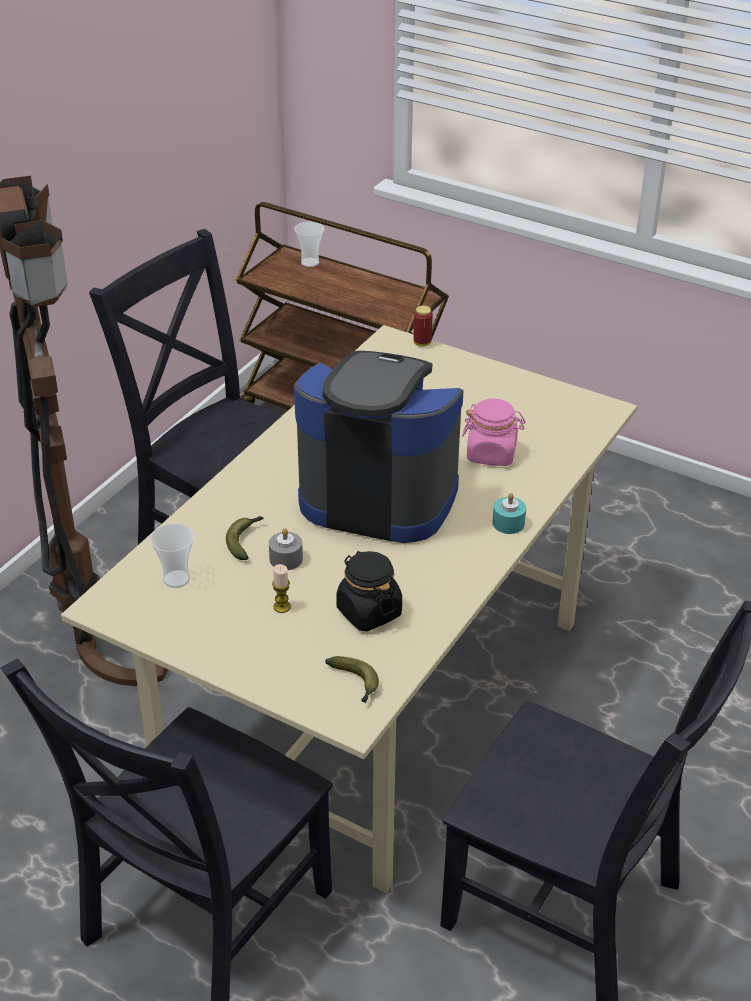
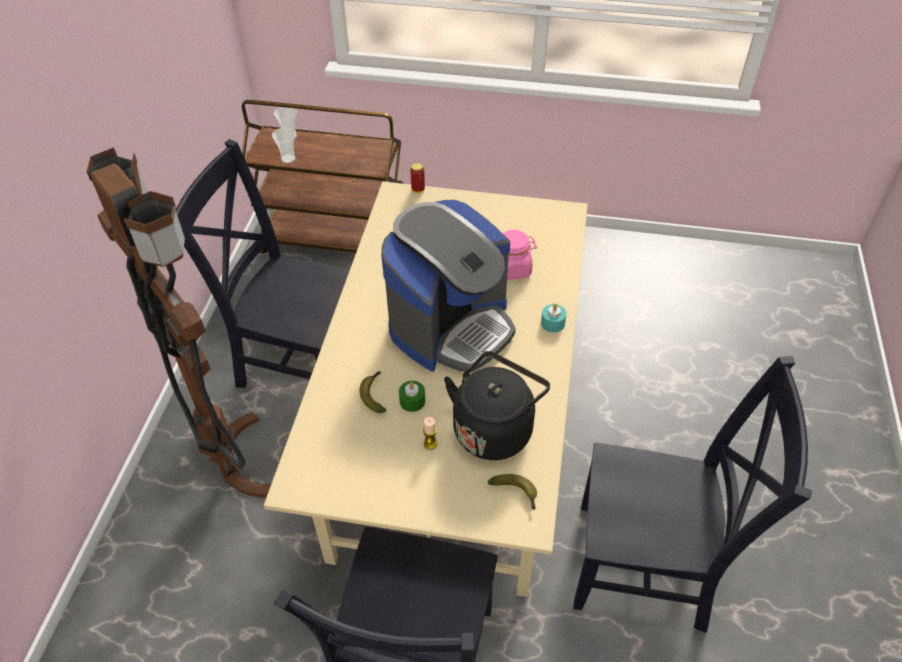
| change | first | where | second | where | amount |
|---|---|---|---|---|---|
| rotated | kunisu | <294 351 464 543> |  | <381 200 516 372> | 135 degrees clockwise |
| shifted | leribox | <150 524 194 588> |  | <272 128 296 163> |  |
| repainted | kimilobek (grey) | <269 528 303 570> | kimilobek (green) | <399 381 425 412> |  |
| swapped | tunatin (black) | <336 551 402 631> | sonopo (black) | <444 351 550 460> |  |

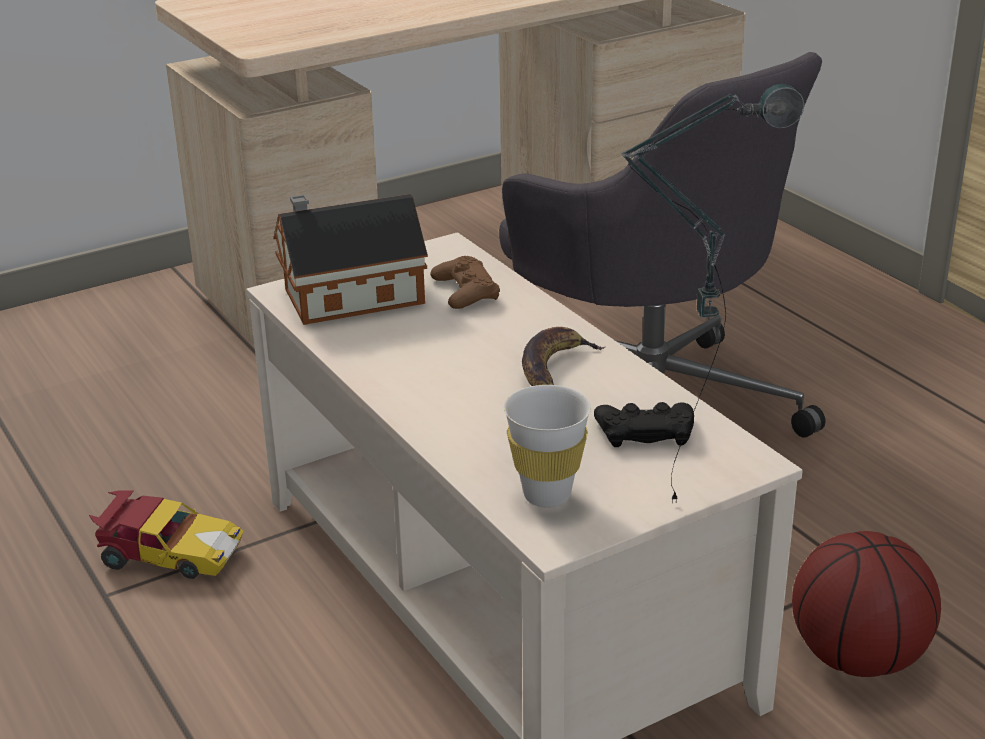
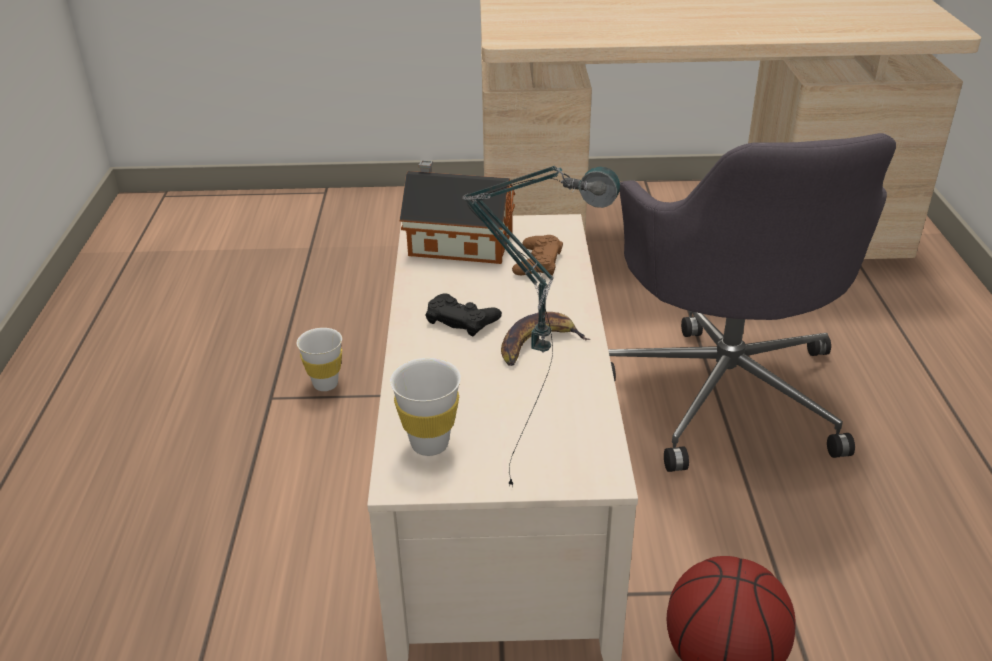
| change | first | where | second | where | amount |
|---|---|---|---|---|---|
| shifted | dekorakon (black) | <594 402 694 447> |  | <425 293 502 336> |  |
| swapped | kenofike | <89 491 243 579> | leribox (white) | <297 328 342 391> |  |

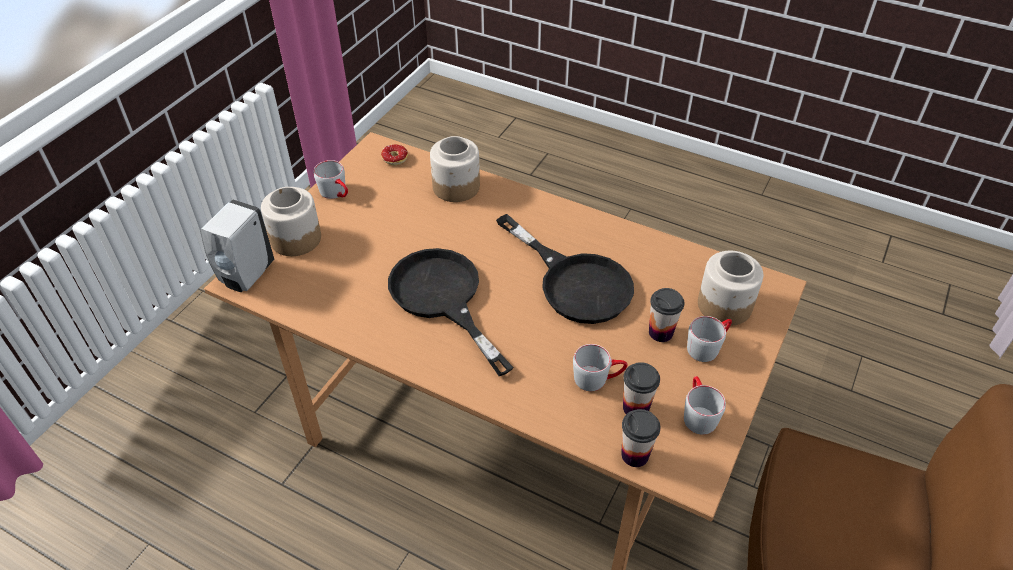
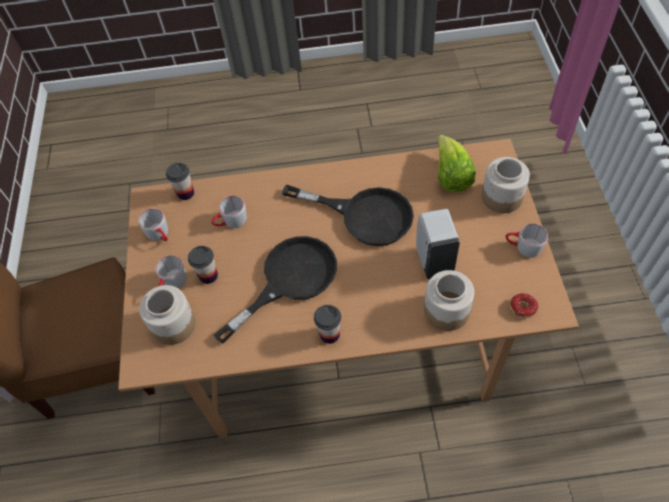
| change | first | where | second | where | amount |
|---|---|---|---|---|---|
| shifted | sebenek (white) | <200 200 274 292> |  | <416 209 460 279> |  |
| rotated | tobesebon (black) | <496 214 634 324> |  | <214 236 337 343> | 120 degrees clockwise |
| shifted | leribox | <623 362 660 414> |  | <314 305 341 344> |  |
| new |  |  | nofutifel | <437 135 476 192> |  |

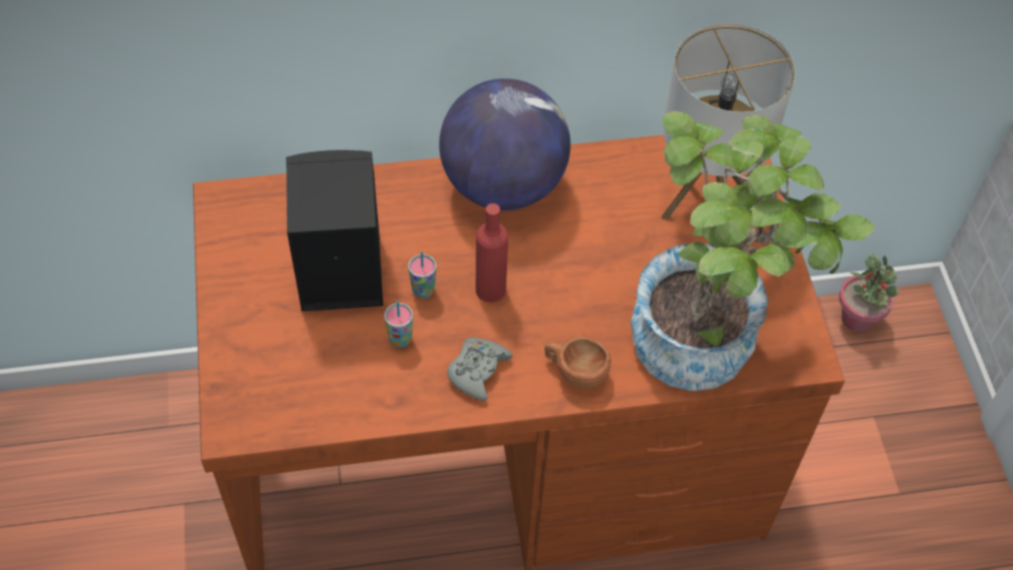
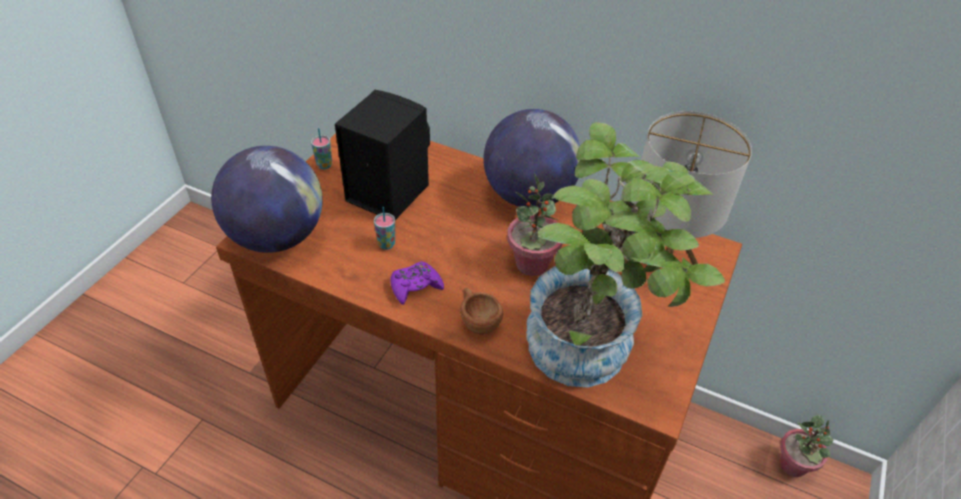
| change | first | where | second | where | amount |
|---|---|---|---|---|---|
| gone | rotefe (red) | <476 203 508 302> |  |  |  |
| shifted | leribox | <408 251 436 299> |  | <311 128 332 169> |  |
| repainted | dekorakon (grey) | <447 338 513 401> | dekorakon (purple) | <391 261 444 305> |  |
| new |  |  | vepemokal | <211 146 323 253> |  |
| new |  |  | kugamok | <507 174 563 276> |  |

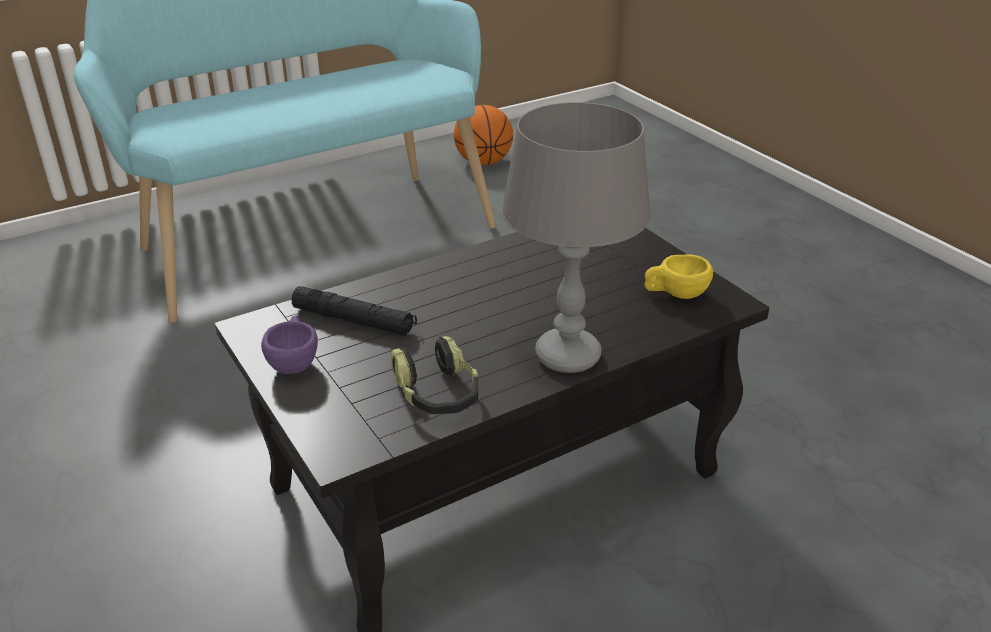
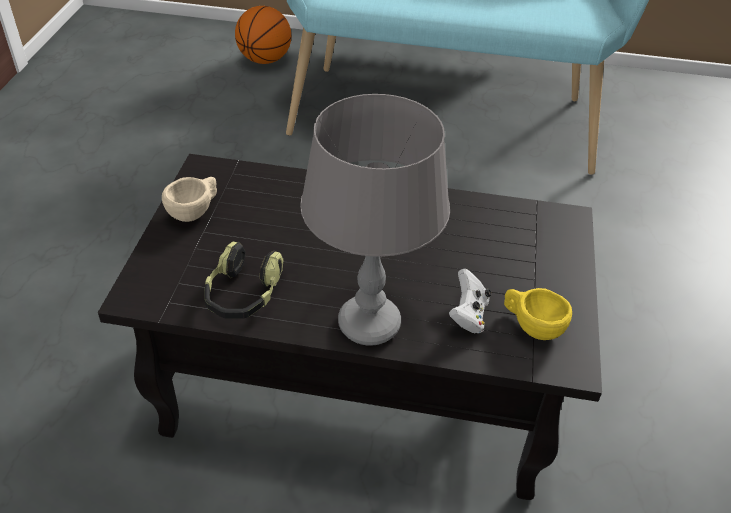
| change | first | where | second | where | amount |
|---|---|---|---|---|---|
| shifted | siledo | <454 105 513 165> |  | <235 6 291 64> |  |
| gone | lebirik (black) | <292 286 417 336> |  |  |  |
| repainted | leribox (purple) | <261 315 318 374> | leribox (beige) | <162 177 217 222> |  |
| new |  |  | dekorakon (white) | <449 269 491 333> |  |

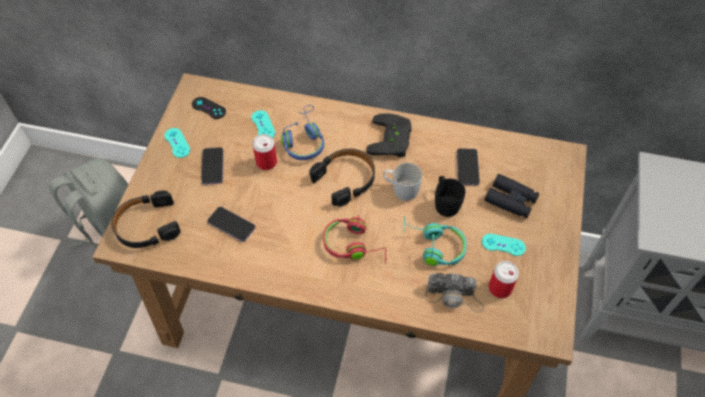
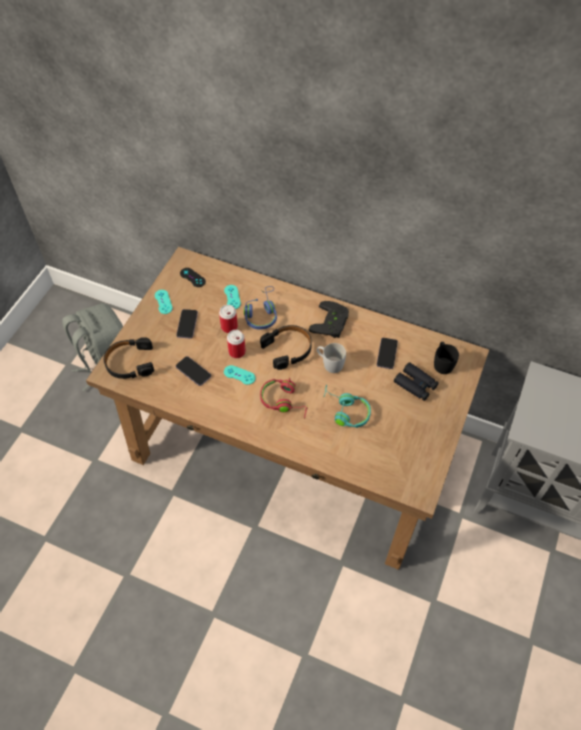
| change | first | where | second | where | amount |
|---|---|---|---|---|---|
| shifted | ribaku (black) | <435 176 465 217> |  | <434 342 459 374> |  |
| shifted | dekorakon (turquoise) | <482 234 526 256> |  | <224 365 255 385> |  |
| shifted | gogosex | <489 261 519 298> |  | <227 330 246 358> |  |
| gone | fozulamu | <425 273 484 313> |  |  |  |

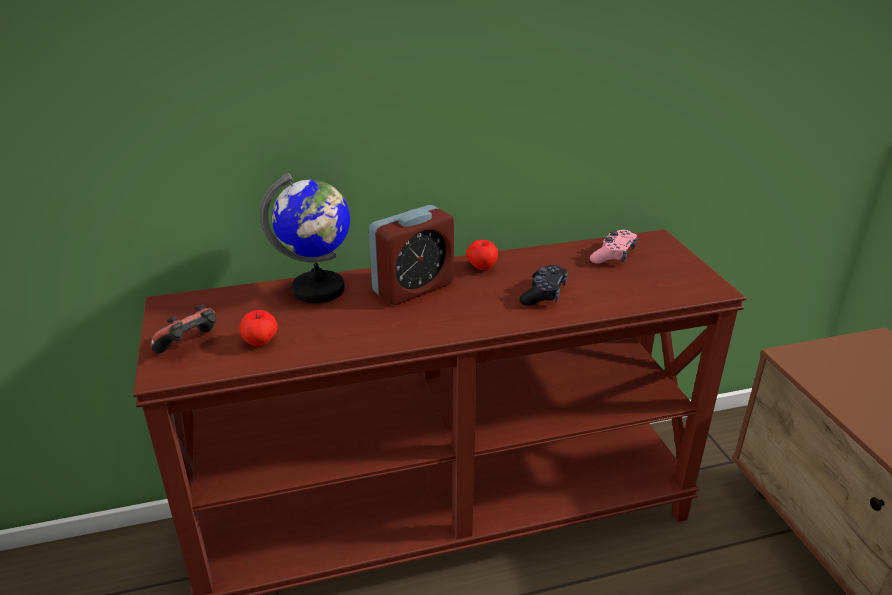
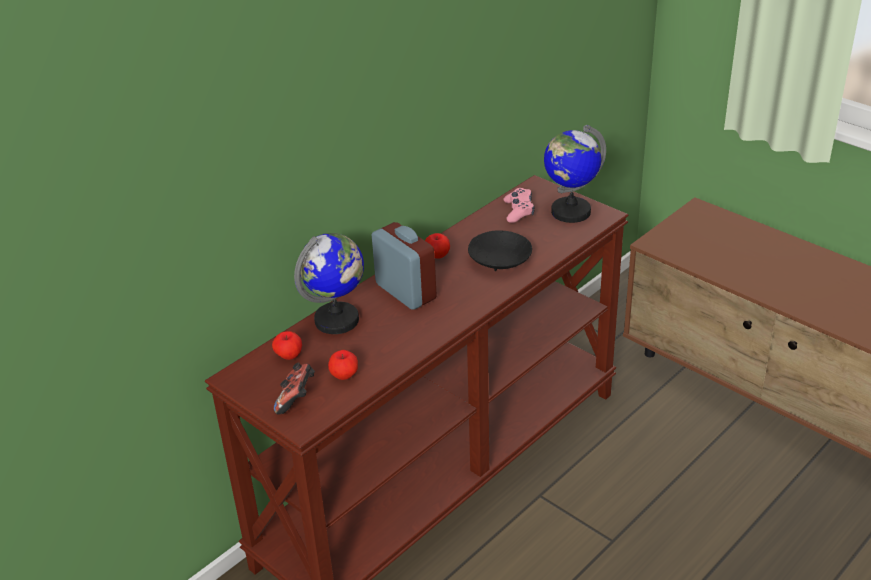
| change | first | where | second | where | amount |
|---|---|---|---|---|---|
| rotated | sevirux | <369 205 454 305> |  | <372 222 437 310> | 60 degrees counterclockwise |
| swapped | dekorakon (black) | <519 265 568 306> | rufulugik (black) | <468 230 532 271> |  |
| new |  |  | vepemokal | <544 125 606 223> |  |
| new |  |  | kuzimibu | <272 331 302 360> |  |

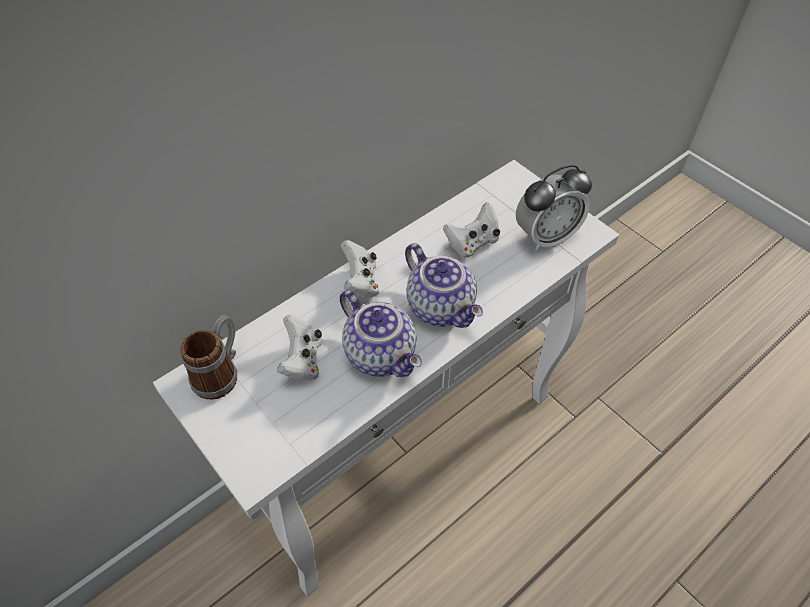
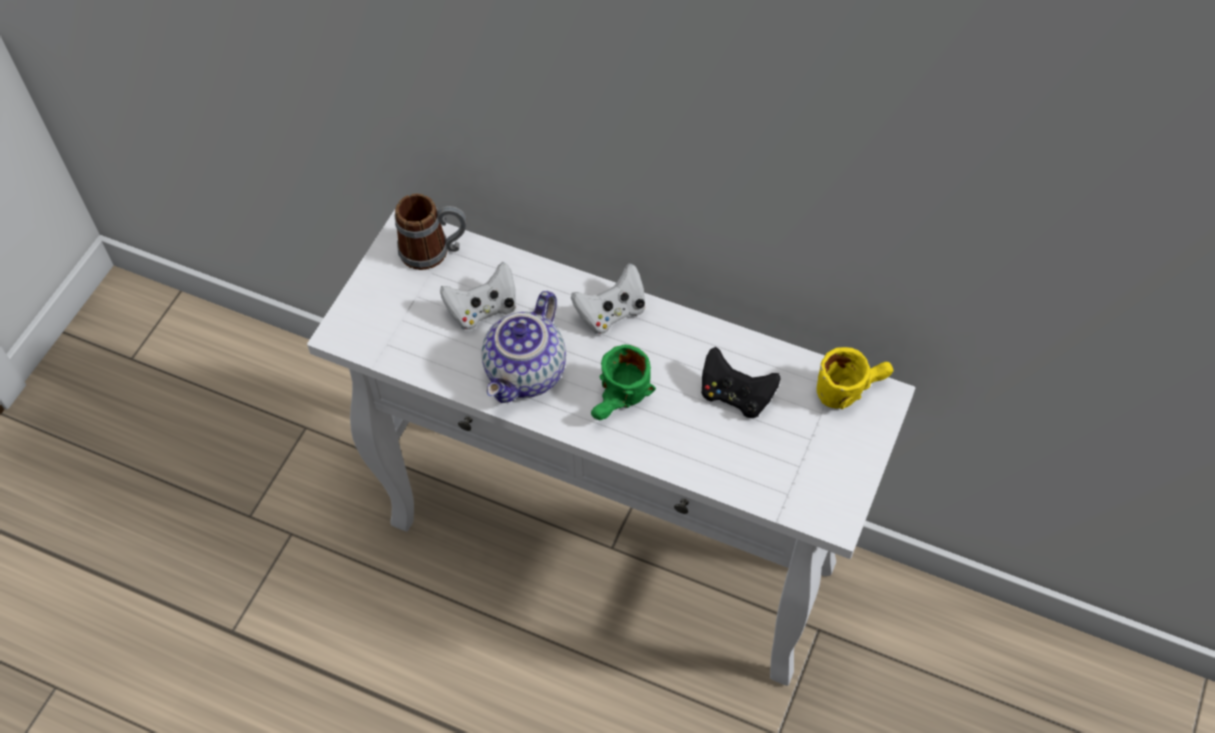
| change | first | where | second | where | amount |
|---|---|---|---|---|---|
| gone | sevirux | <516 165 592 251> |  |  |  |
| repainted | dekorakon (white) | <443 202 500 258> | dekorakon (black) | <701 347 781 418> |  |
| swapped | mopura | <405 243 483 328> | ribaku (green) | <591 345 656 420> |  |
| new |  |  | ribaku (yellow) | <817 347 893 409> |  |

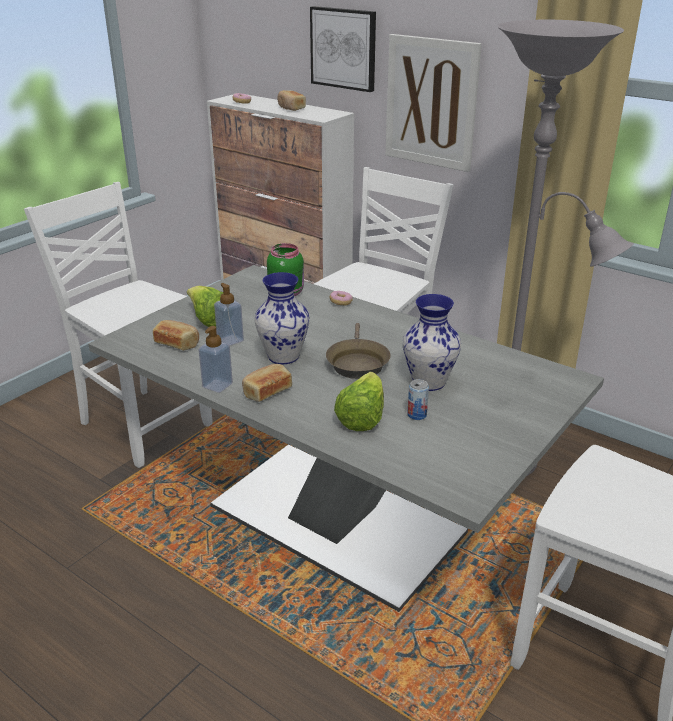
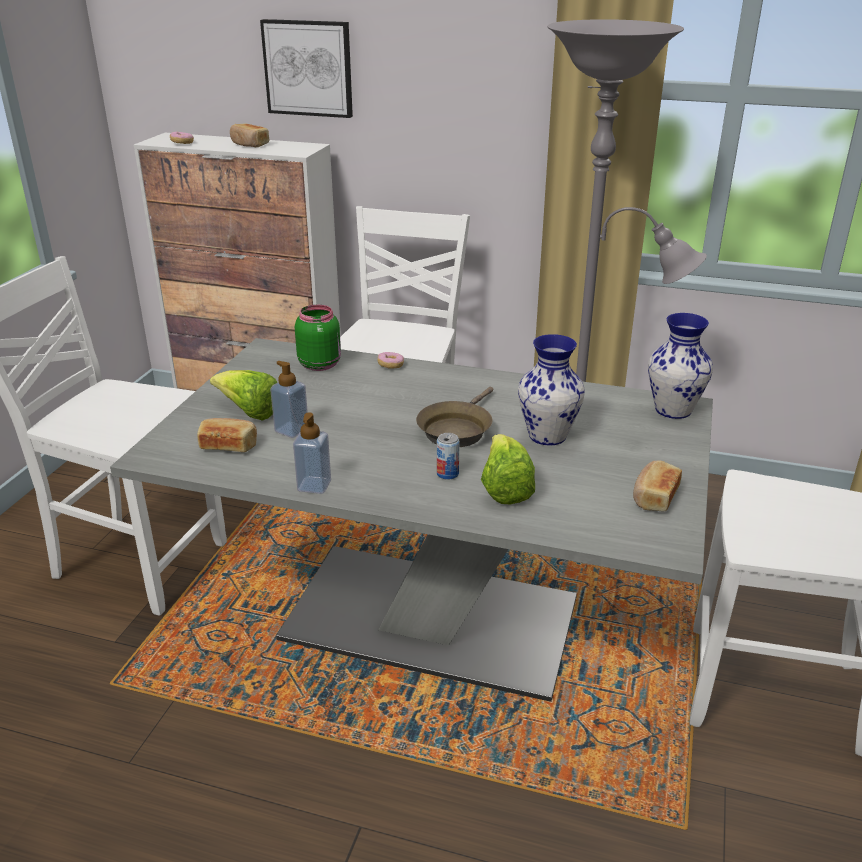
| change | first | where | second | where | amount |
|---|---|---|---|---|---|
| gone | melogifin | <385 34 482 172> |  |  |  |
| shifted | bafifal | <255 272 310 364> |  | <648 313 713 419> |  |
| rotated | tobesebon (brown) | <326 323 391 379> |  | <416 387 493 447> | 45 degrees clockwise |
| shifted | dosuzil | <242 364 292 402> |  | <633 460 682 511> |  |
| shifted | gogosex | <407 379 429 420> |  | <437 433 460 480> |  |

